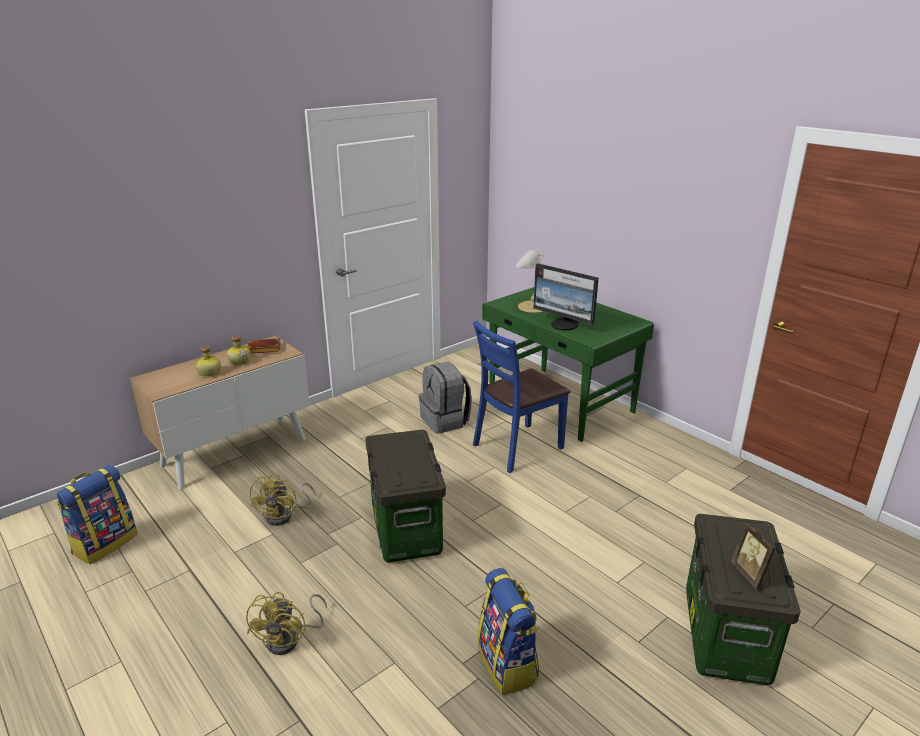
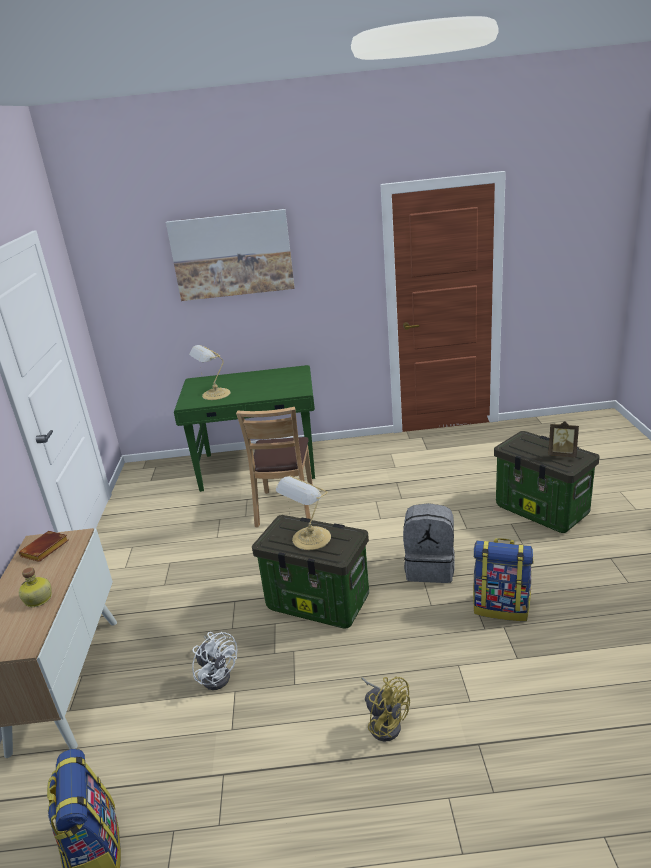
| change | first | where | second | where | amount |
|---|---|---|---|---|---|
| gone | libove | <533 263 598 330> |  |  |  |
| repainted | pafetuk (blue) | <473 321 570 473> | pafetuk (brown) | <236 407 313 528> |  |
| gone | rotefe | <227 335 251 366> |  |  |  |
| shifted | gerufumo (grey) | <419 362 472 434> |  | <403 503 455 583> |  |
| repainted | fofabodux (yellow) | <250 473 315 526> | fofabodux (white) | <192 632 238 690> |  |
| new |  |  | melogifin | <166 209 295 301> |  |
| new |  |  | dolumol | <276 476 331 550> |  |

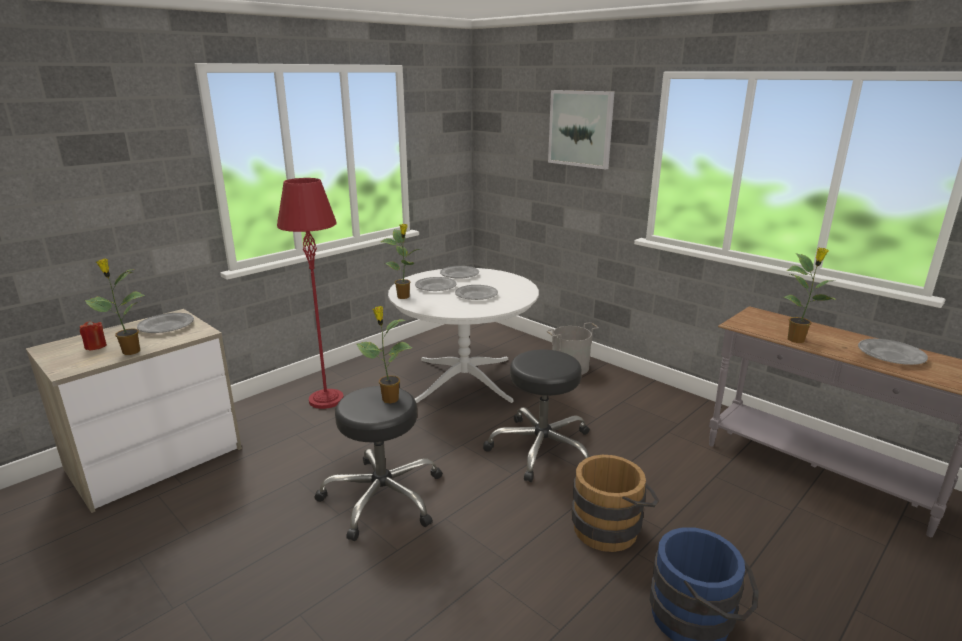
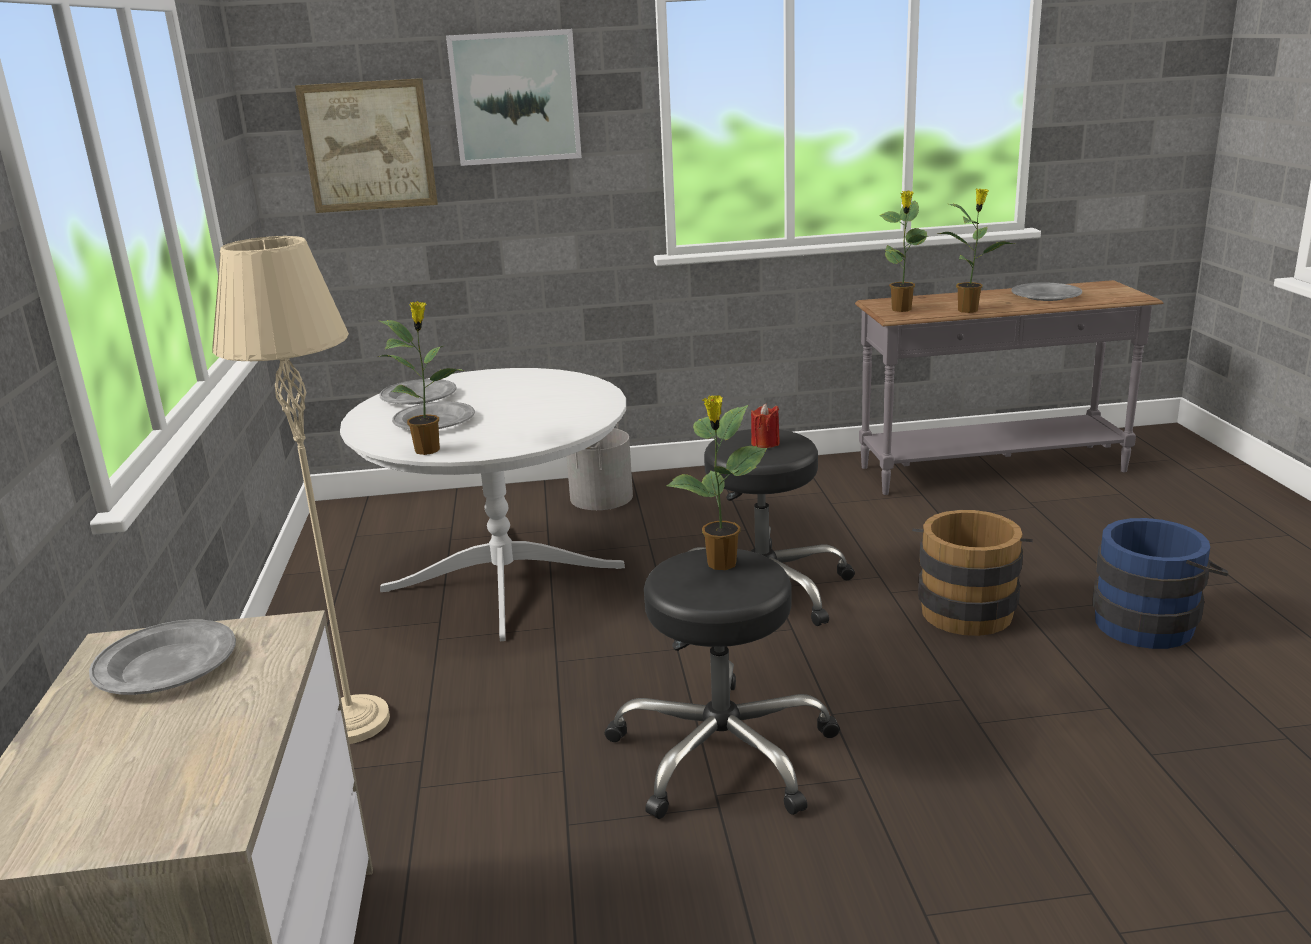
| change | first | where | second | where | amount |
|---|---|---|---|---|---|
| repainted | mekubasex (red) | <277 178 344 409> | mekubasex (beige) | <212 236 390 744> |  |
| shifted | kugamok | <85 259 145 355> |  | <879 190 928 312> |  |
| gone | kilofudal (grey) | <455 285 498 300> |  |  |  |
| shifted | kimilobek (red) | <80 320 107 351> |  | <751 403 780 448> |  |
| new |  |  | melogifin | <295 78 438 213> |  |

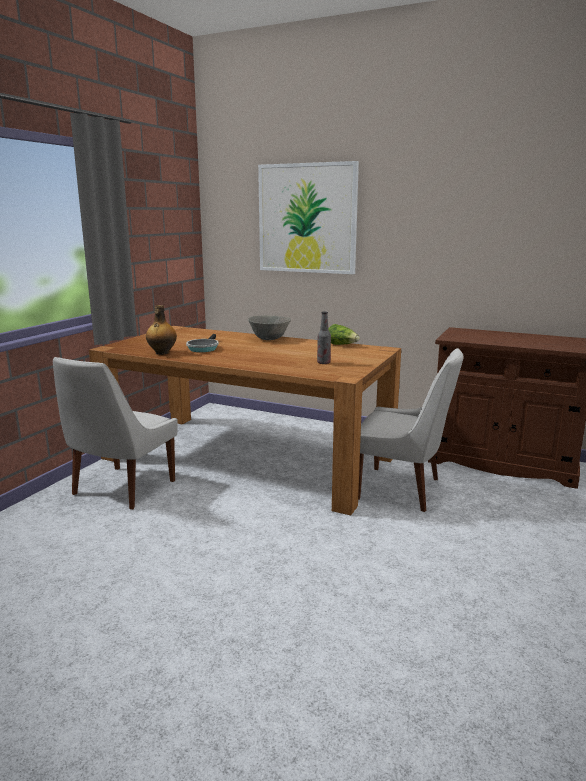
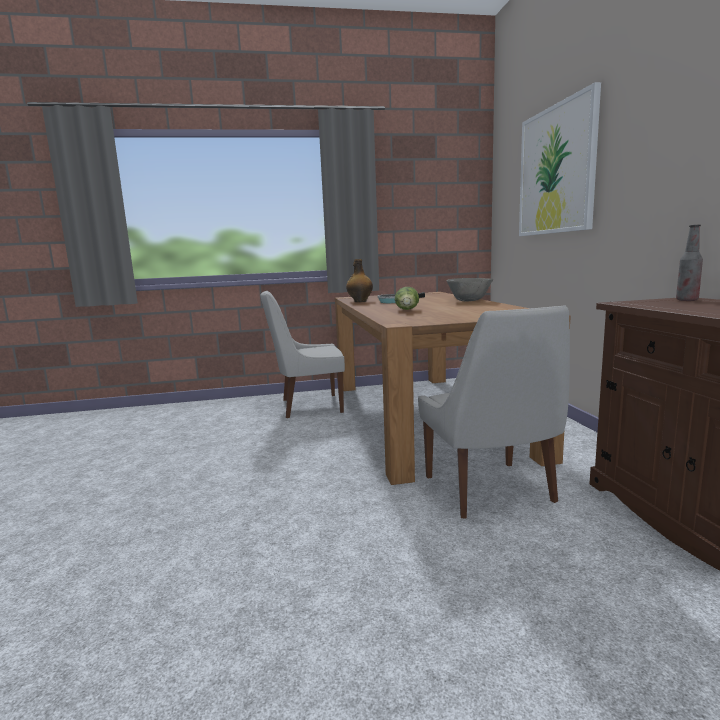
| change | first | where | second | where | amount |
|---|---|---|---|---|---|
| shifted | rotefe | <317 312 331 364> |  | <676 225 703 301> |  |
| shifted | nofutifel | <328 324 360 345> |  | <395 287 419 310> |  |

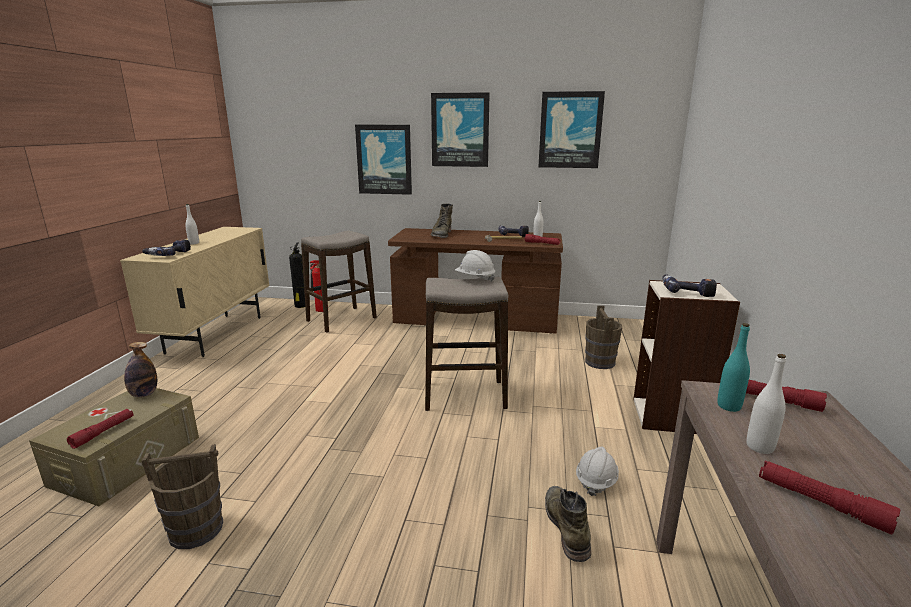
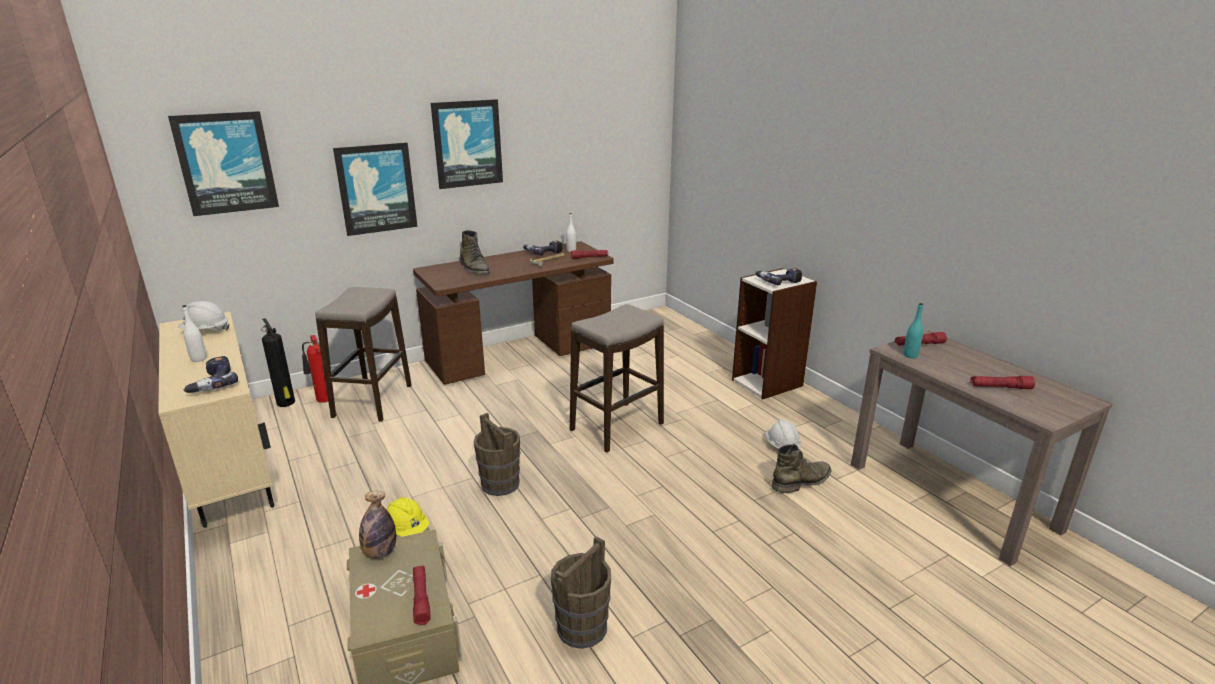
| change | first | where | second | where | amount |
|---|---|---|---|---|---|
| shifted | melogifin | <538 91 605 168> |  | <168 111 279 216> |  |
| shifted | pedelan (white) | <455 250 495 282> |  | <178 301 230 330> |  |
| shifted | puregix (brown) | <585 305 622 369> |  | <474 413 520 496> |  |
| gone | rotefe (white) | <746 354 786 454> |  |  |  |
| rotated | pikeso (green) | <545 486 591 562> |  | <772 444 832 493> | 105 degrees clockwise |
| new |  |  | pedelan (yellow) | <387 497 429 537> |  |

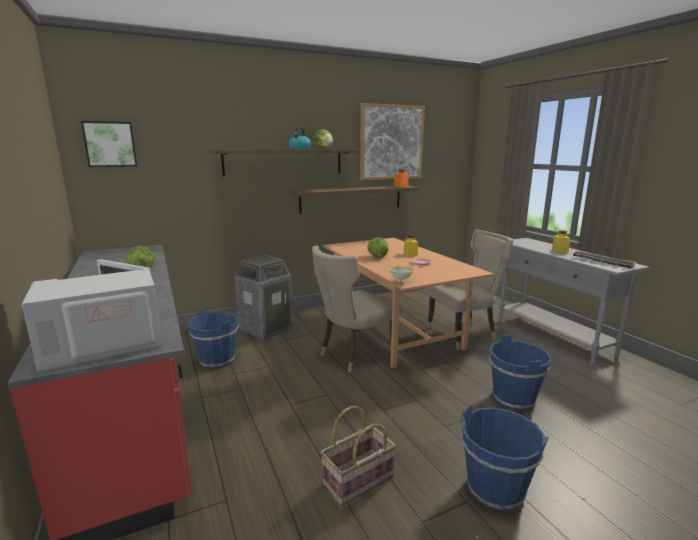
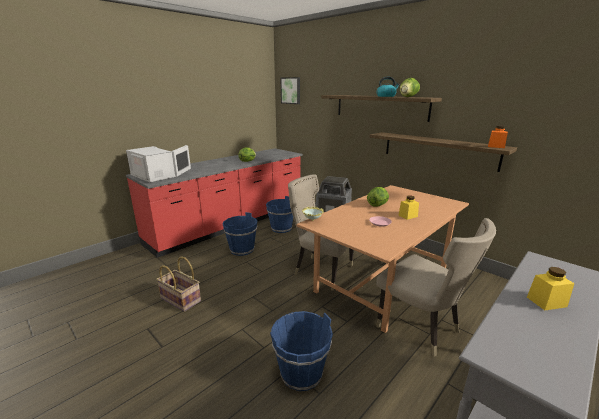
| change | first | where | second | where | amount |
|---|---|---|---|---|---|
| gone | melogifin | <360 103 425 180> |  |  |  |
| gone | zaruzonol | <572 251 637 269> |  |  |  |
| shifted | puregix (blue) | <462 404 549 511> |  | <223 212 257 256> |  |

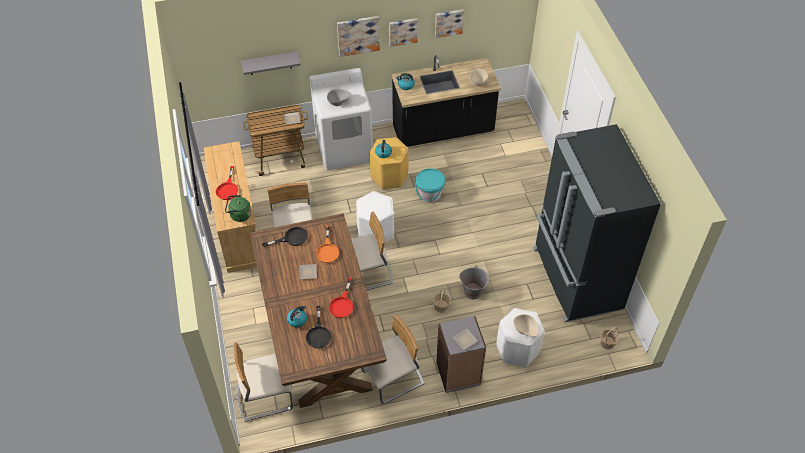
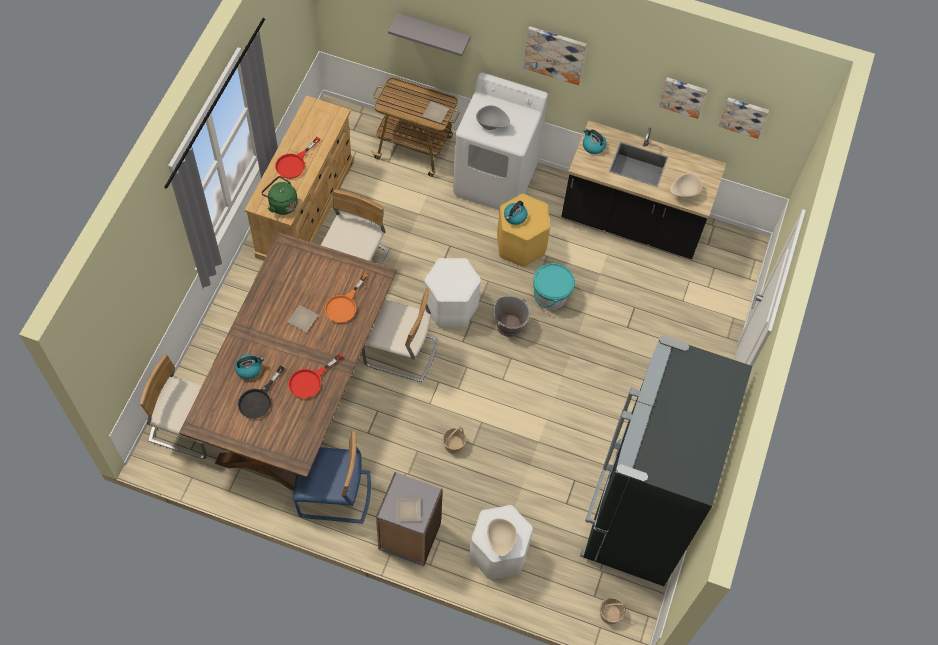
| change | first | where | second | where | amount |
|---|---|---|---|---|---|
| shifted | melogifin | <389 18 418 47> |  | <718 97 769 139> |  |
| gone | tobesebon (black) | <262 227 308 247> |  |  |  |
| shifted | puregix (grey) | <459 266 489 299> |  | <494 296 530 337> |  |
| repainted | pafetuk (beige) | <361 314 424 404> | pafetuk (blue) | <292 431 371 524> |  |

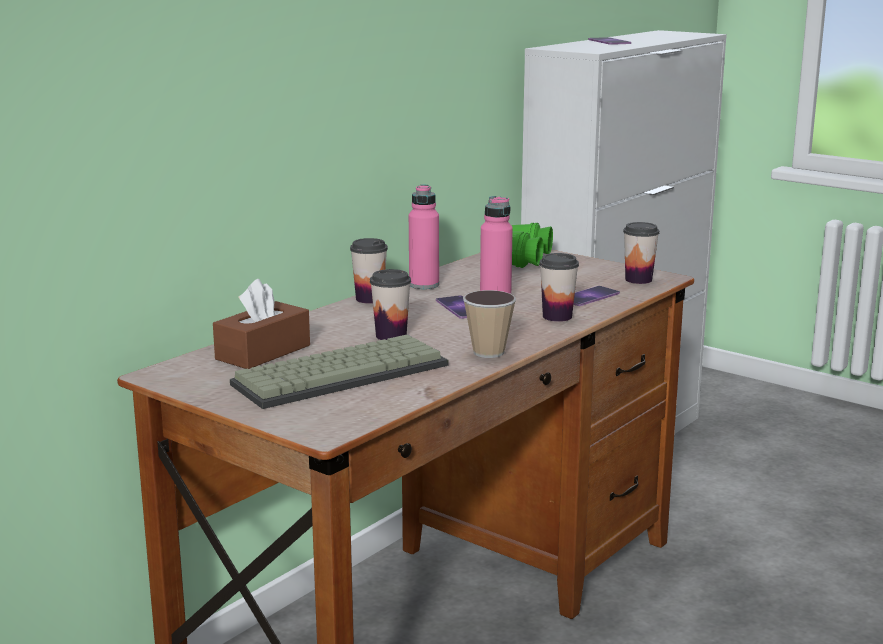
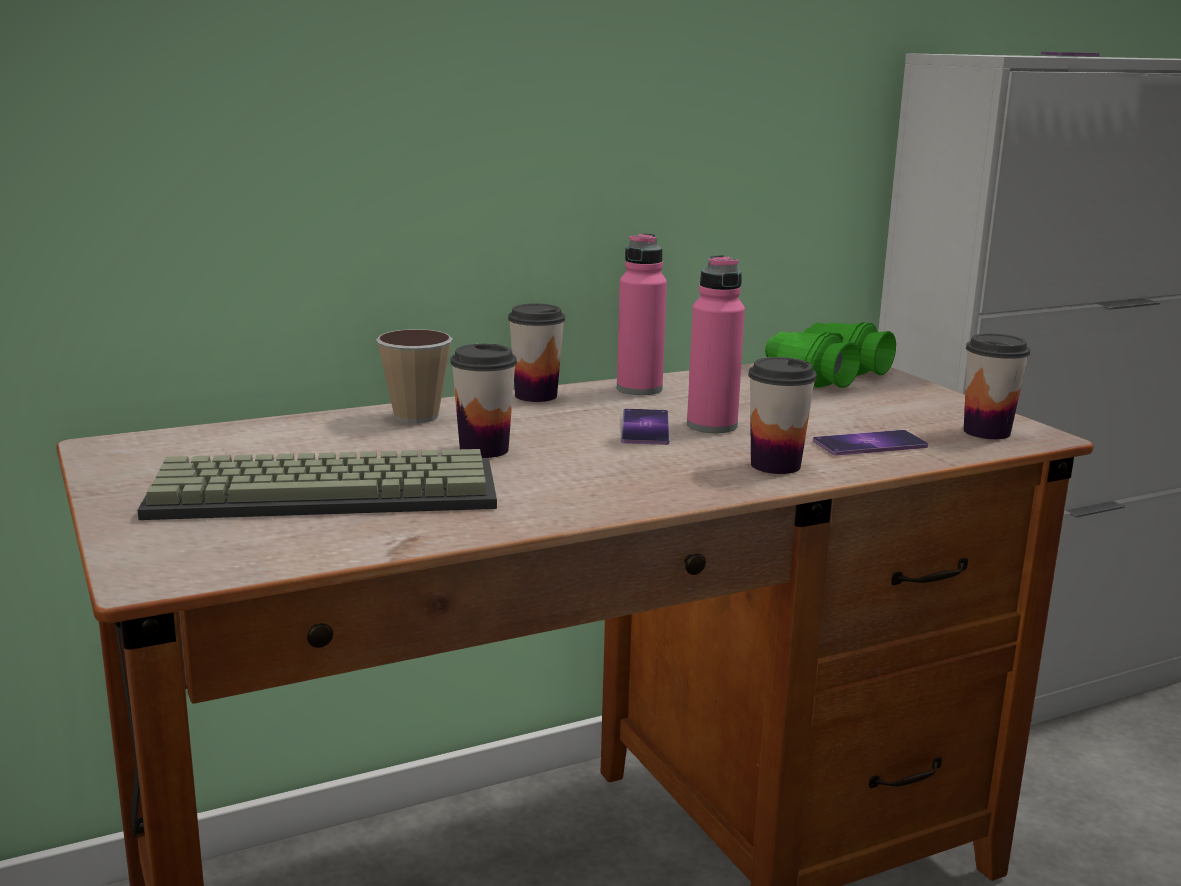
| change | first | where | second | where | amount |
|---|---|---|---|---|---|
| gone | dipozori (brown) | <213 279 310 369> |  |  |  |
| shifted | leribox | <463 290 516 358> |  | <376 329 452 423> |  |

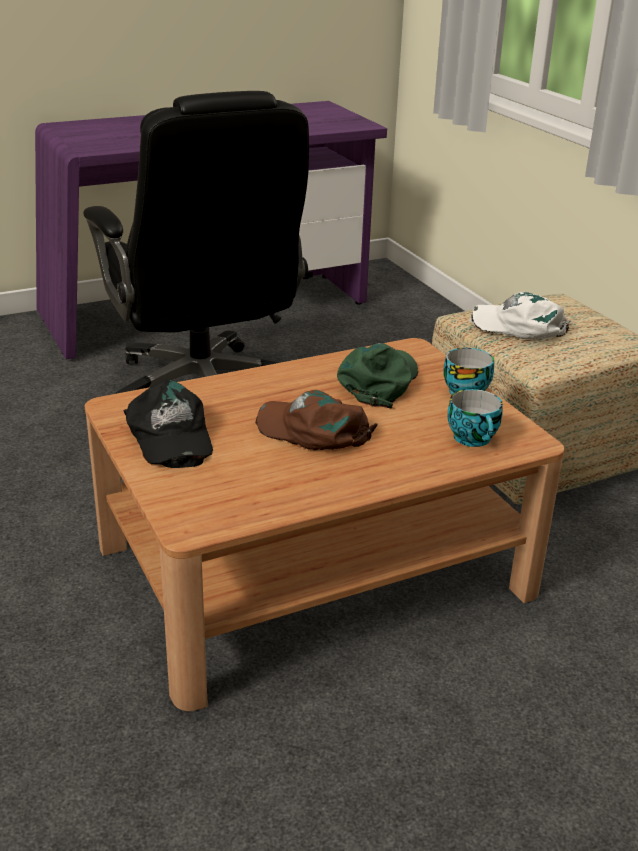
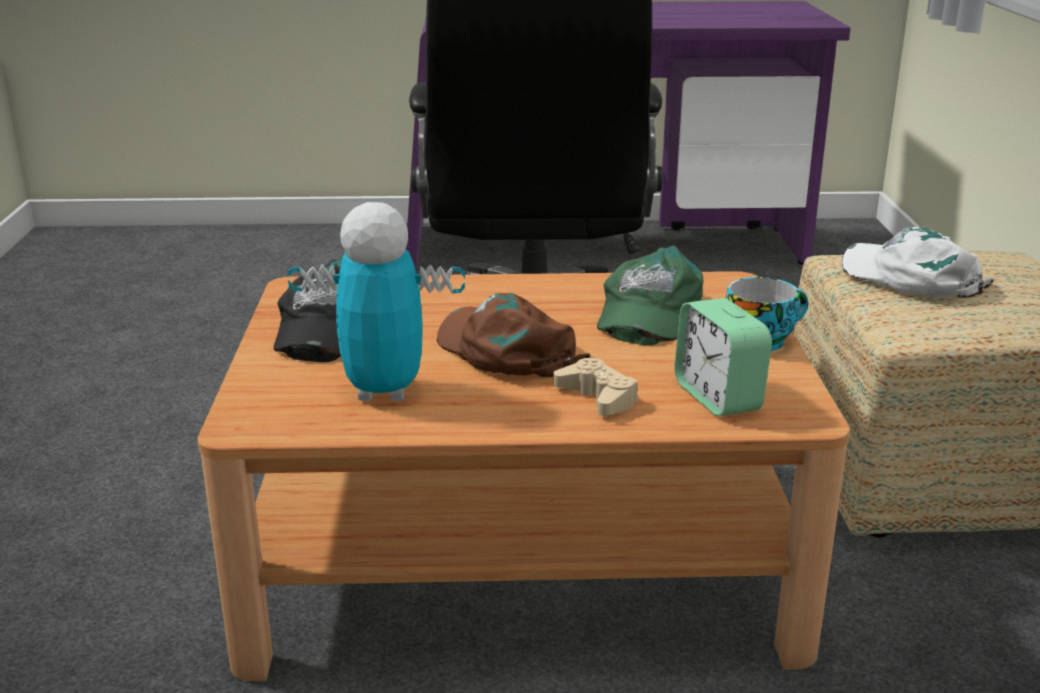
| change | first | where | second | where | amount |
|---|---|---|---|---|---|
| rotated | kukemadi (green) | <337 343 418 408> |  | <597 246 703 346> | 150 degrees clockwise |
| swapped | leribox | <447 389 503 447> | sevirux | <674 298 772 416> |  |
| new |  |  | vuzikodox | <287 202 465 401> |  |
| new |  |  | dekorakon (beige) | <553 358 638 416> |  |

